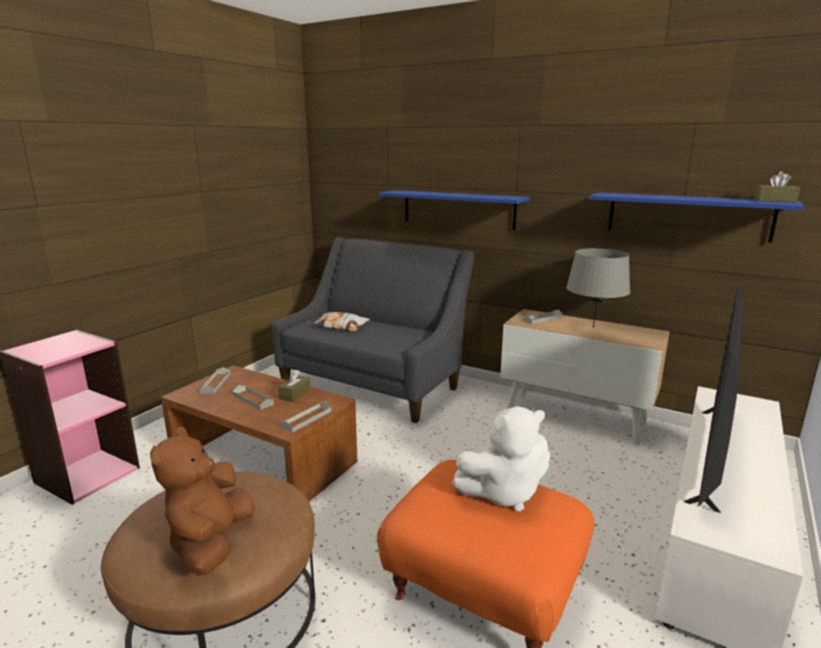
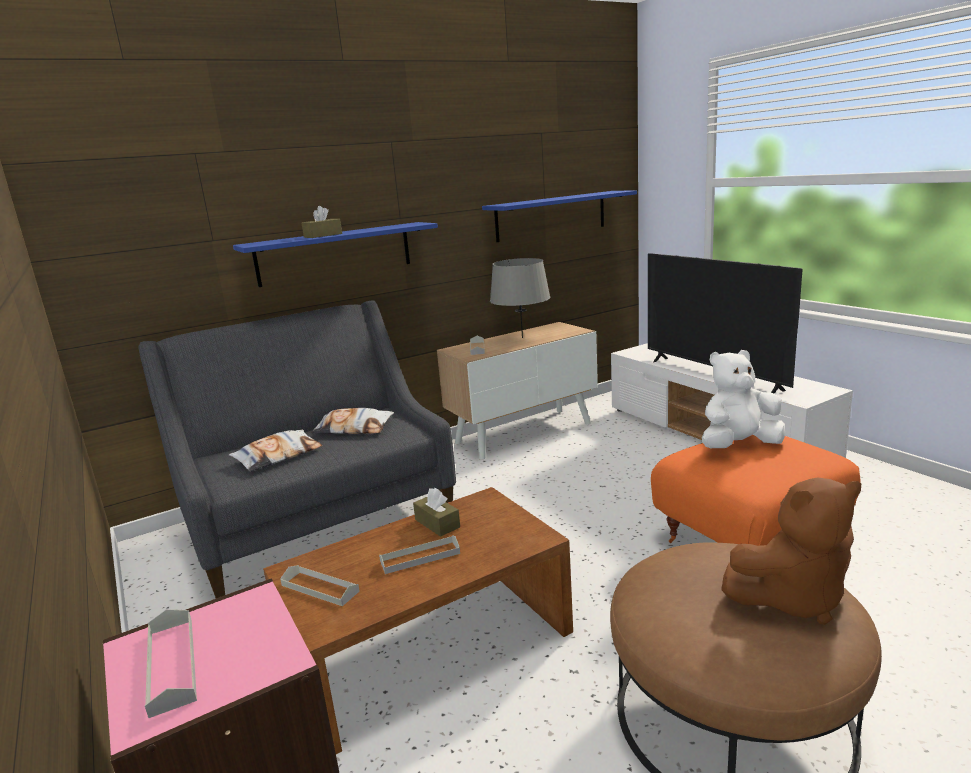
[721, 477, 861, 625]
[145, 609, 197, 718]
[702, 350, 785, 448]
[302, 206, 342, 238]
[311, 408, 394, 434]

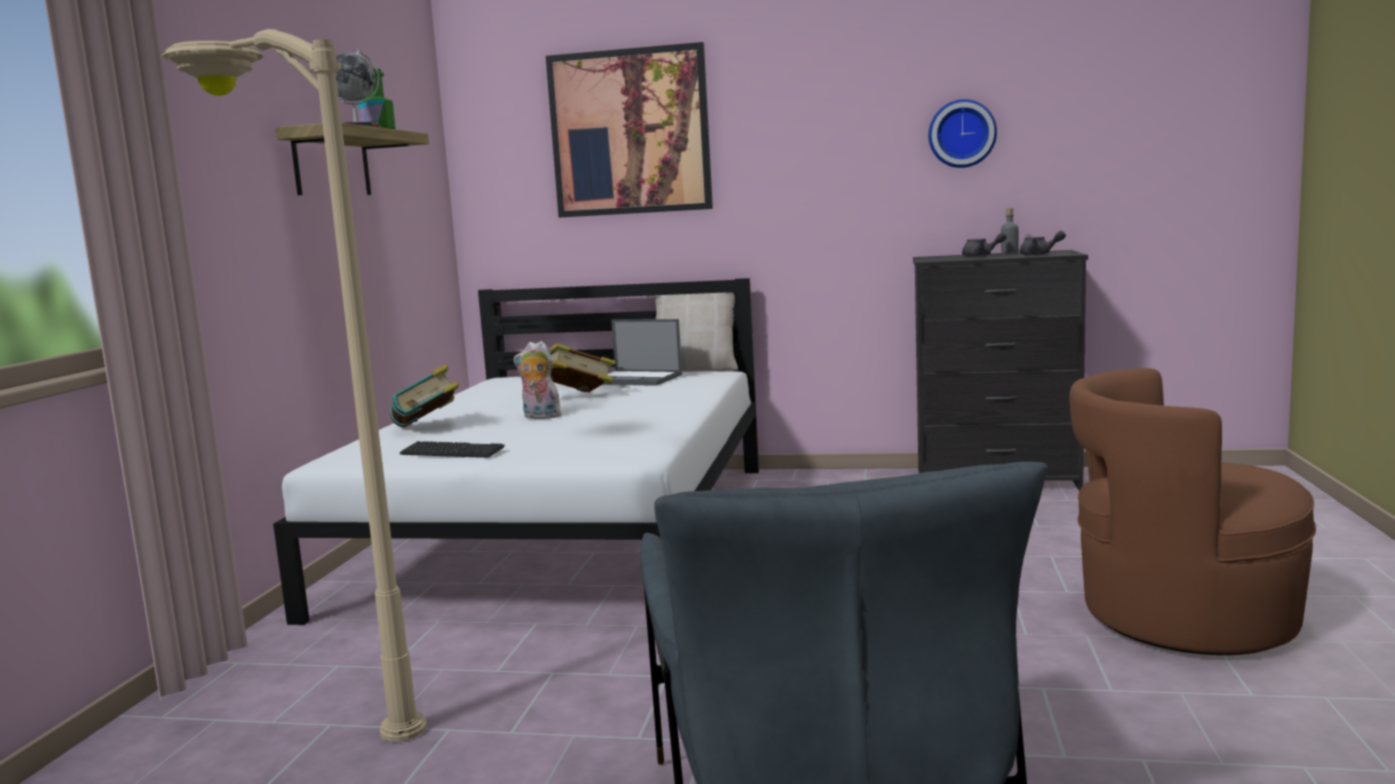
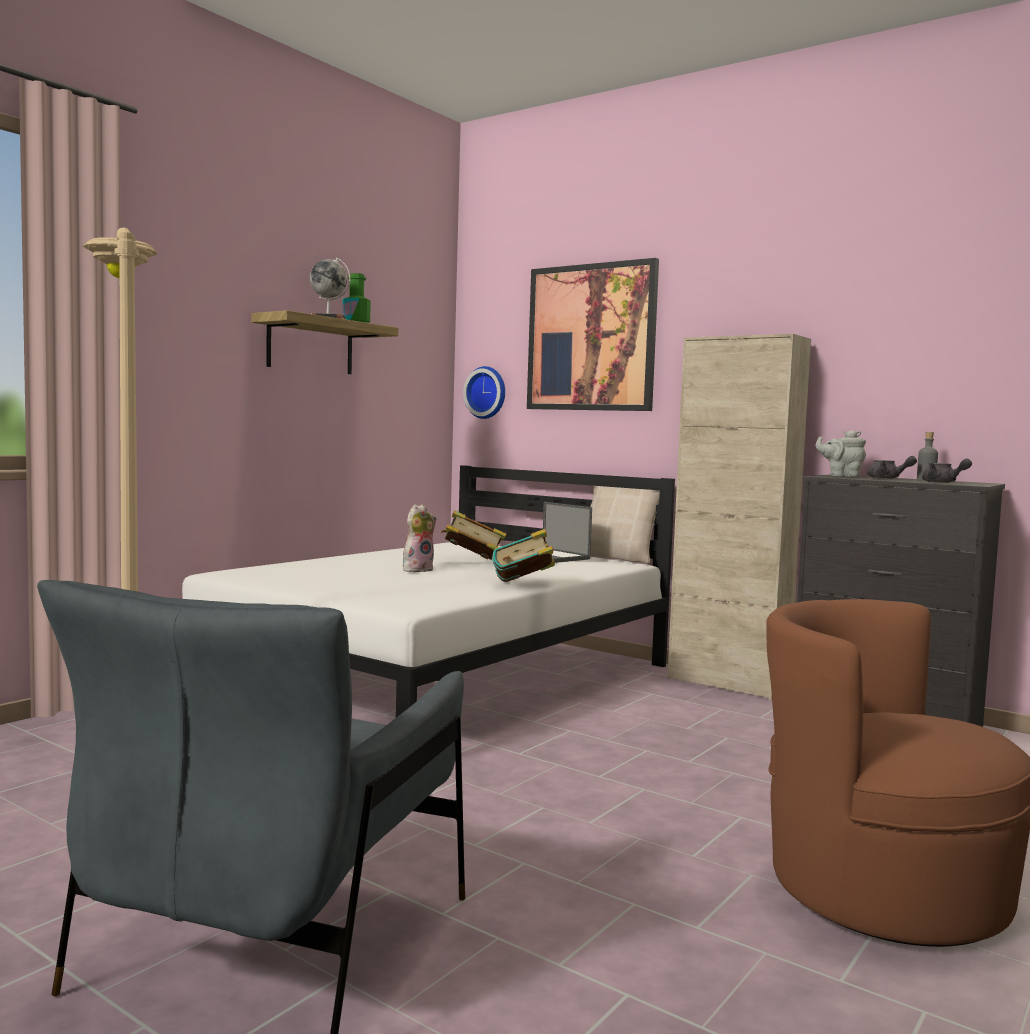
[492, 529, 555, 582]
[400, 441, 505, 458] (first image)
[403, 504, 437, 572]
[463, 366, 505, 419]
[667, 334, 811, 700]
[816, 430, 866, 477]

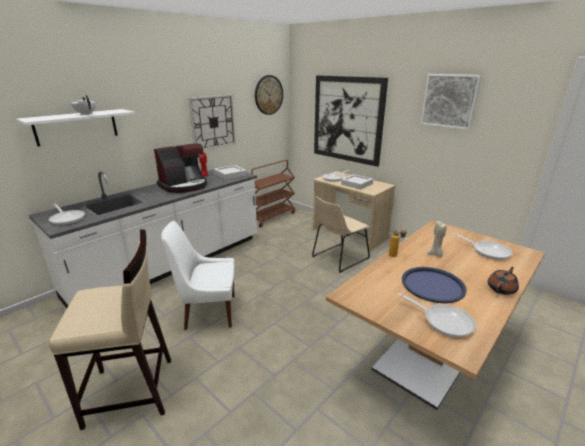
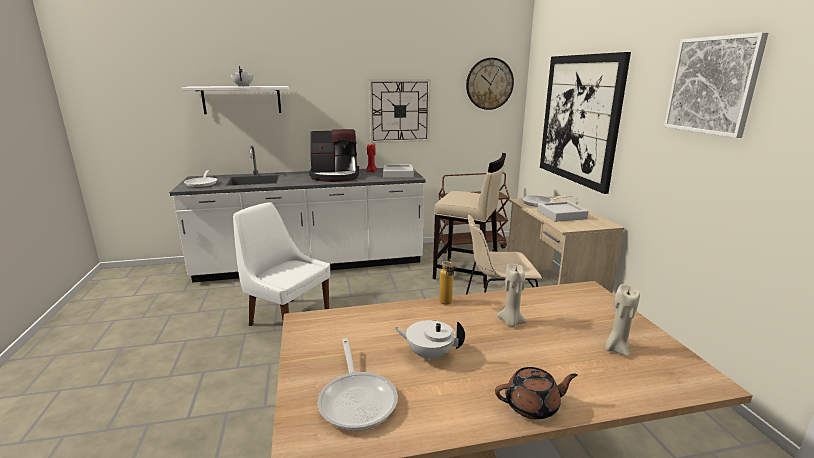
[433, 153, 506, 288]
[394, 320, 465, 362]
[605, 284, 640, 357]

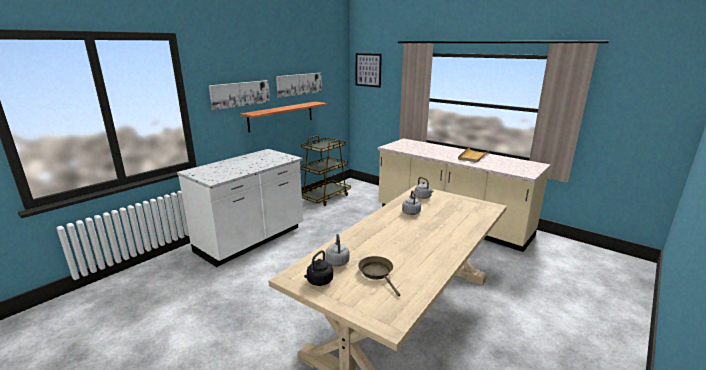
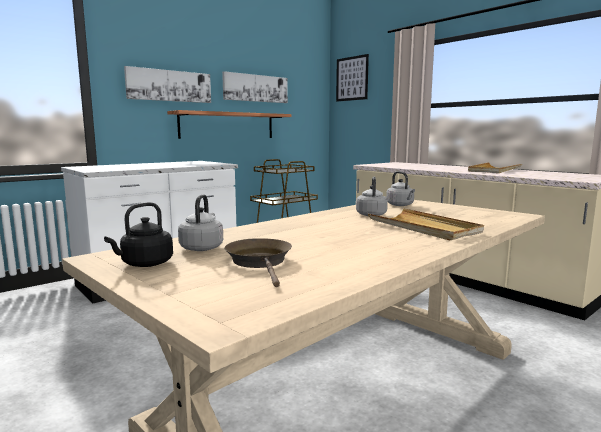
[368, 208, 484, 241]

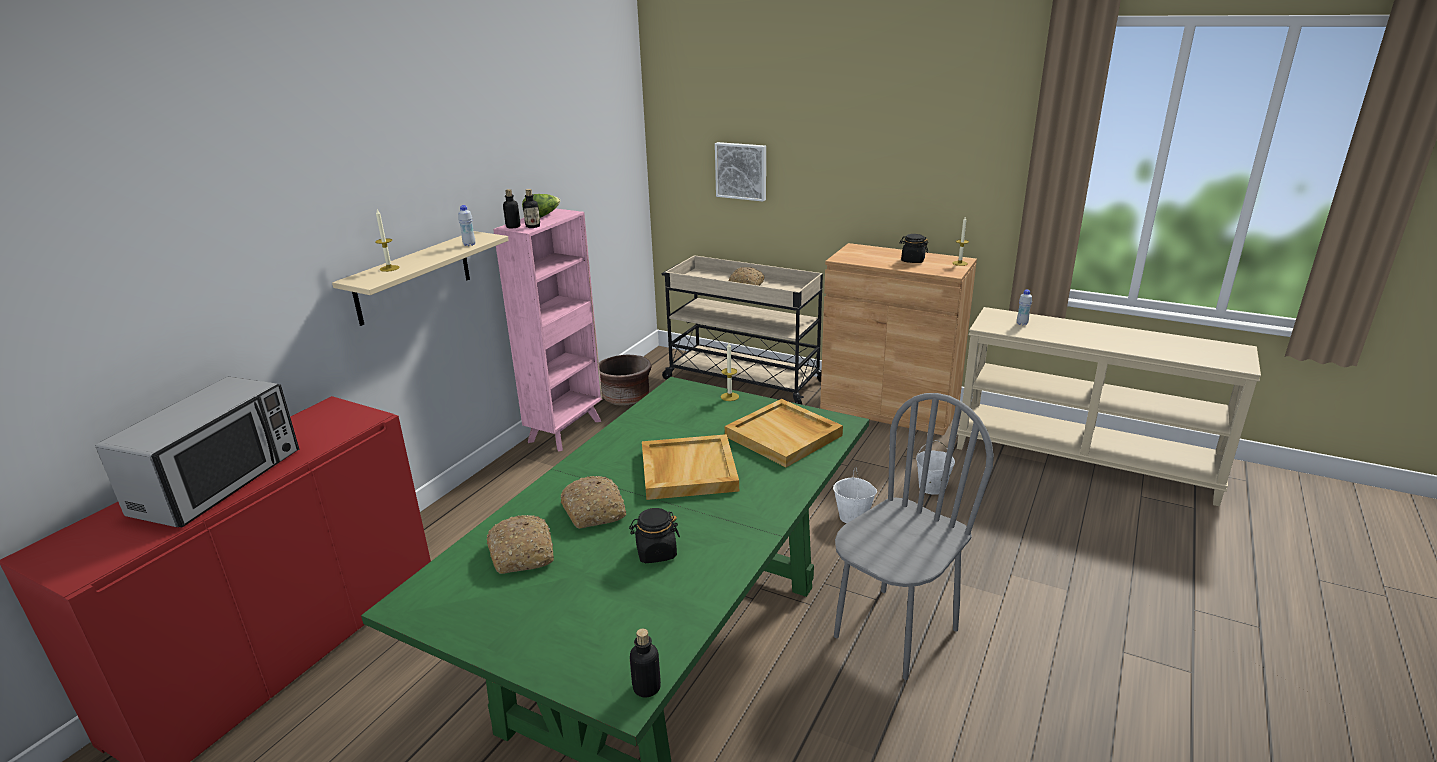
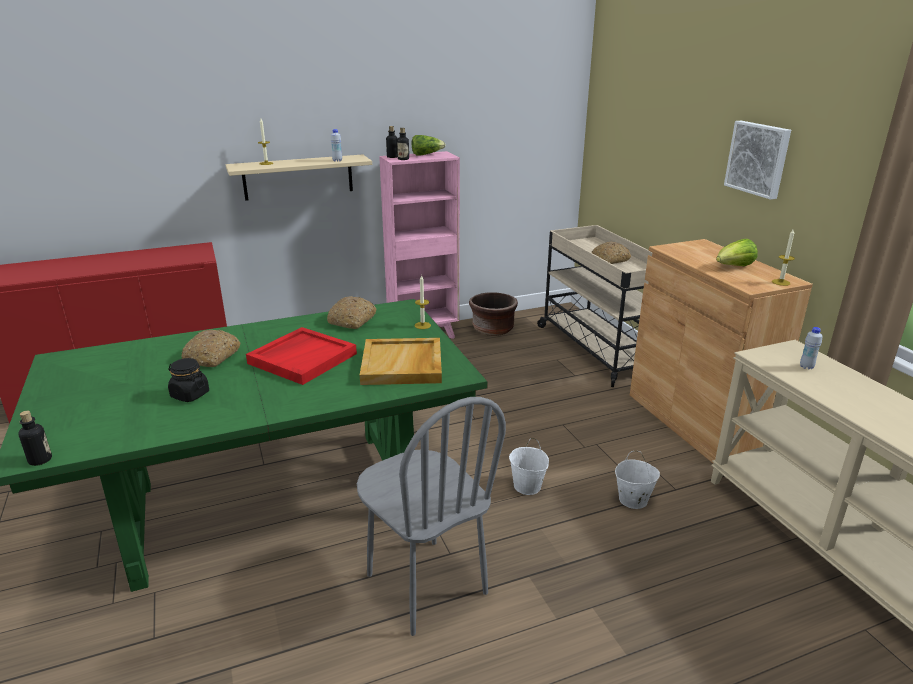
[96, 377, 299, 528] (first image)
[327, 296, 376, 329]
[246, 327, 357, 385]
[724, 121, 791, 200]
[357, 397, 506, 636]
[716, 239, 758, 266]

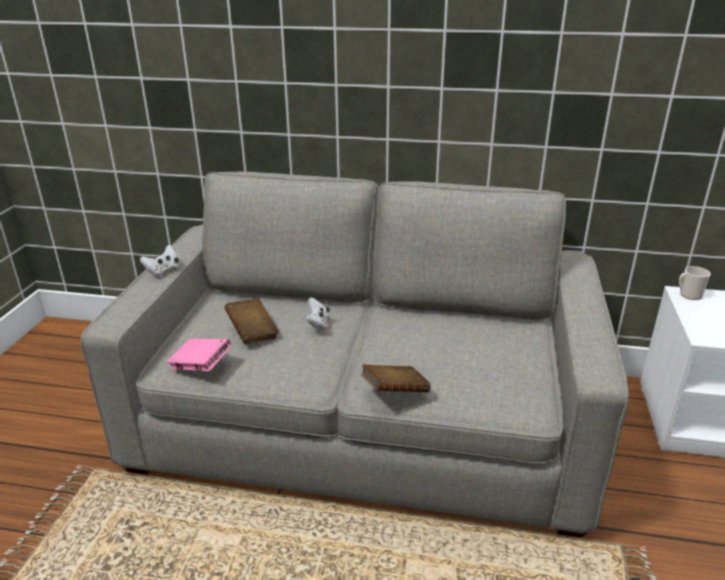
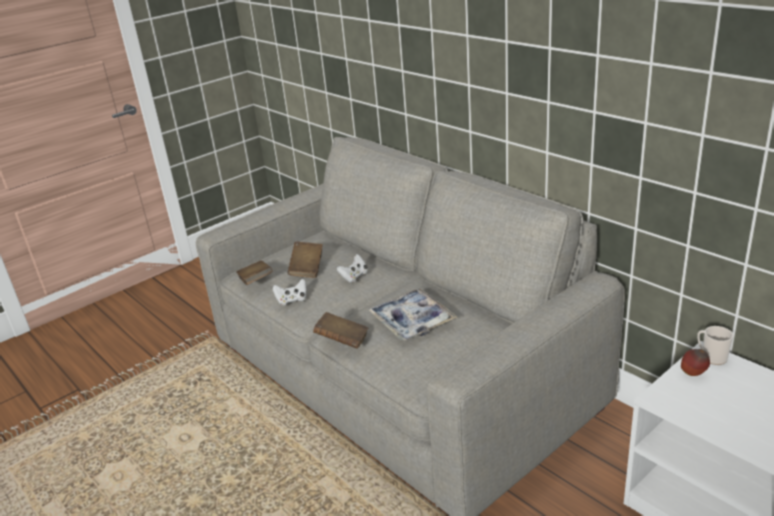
[273, 279, 307, 306]
[236, 261, 273, 285]
[368, 289, 457, 341]
[681, 349, 710, 376]

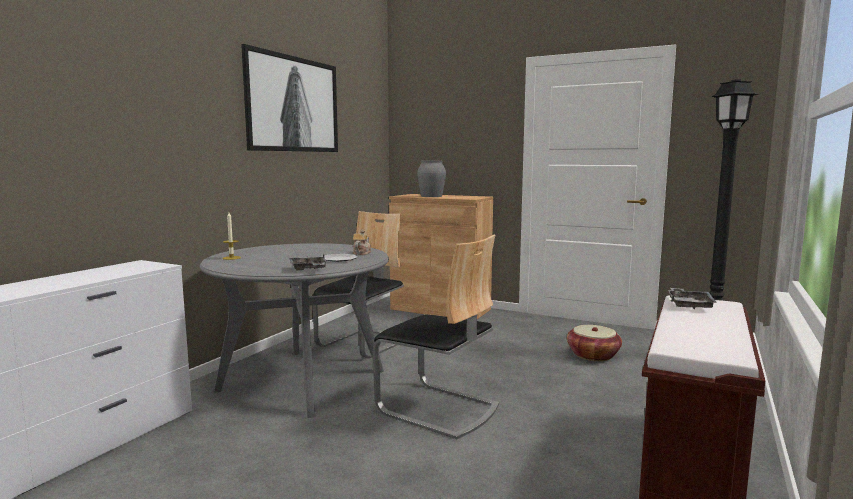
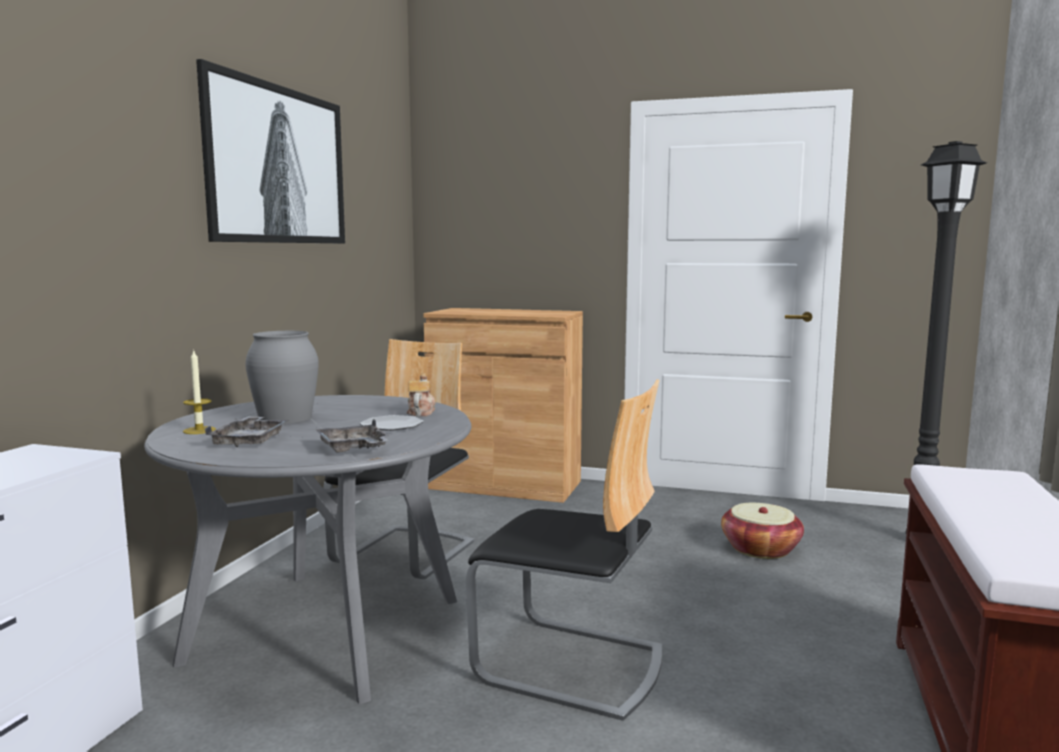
[245, 331, 319, 424]
[205, 416, 288, 447]

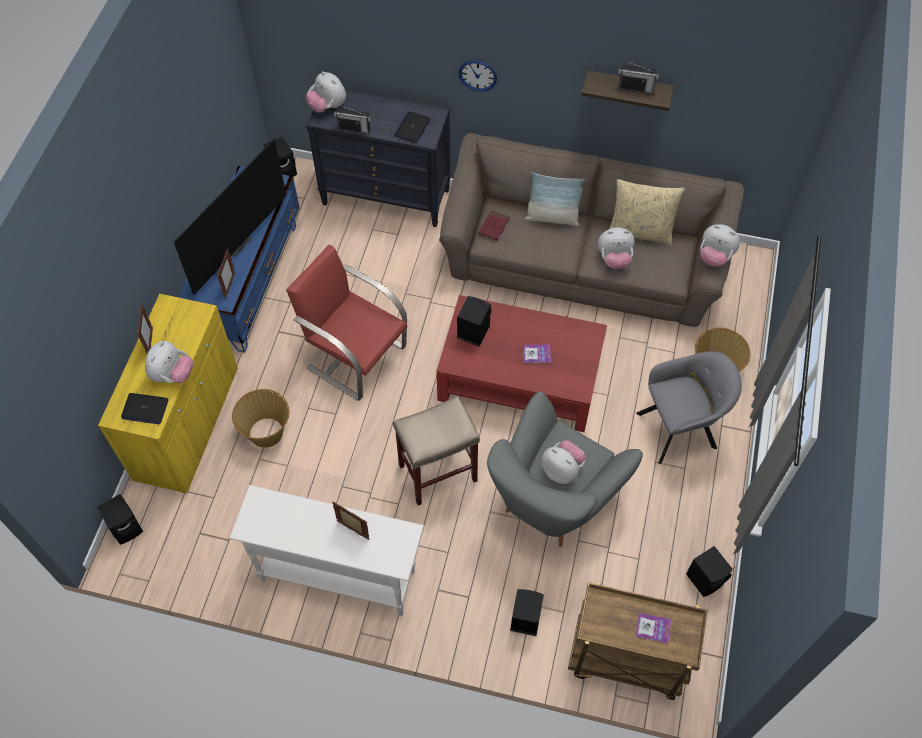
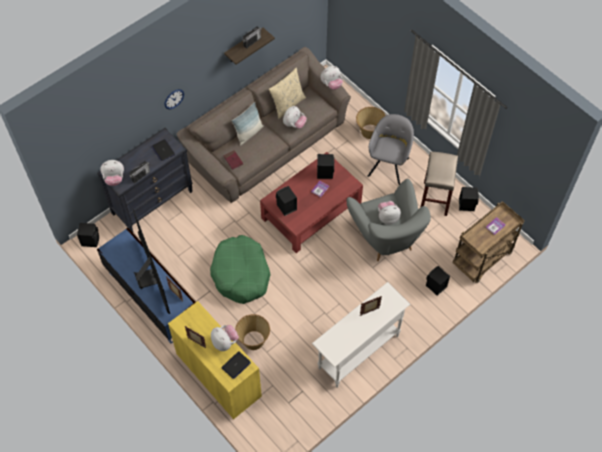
[317, 154, 334, 179]
[210, 235, 271, 304]
[421, 151, 458, 216]

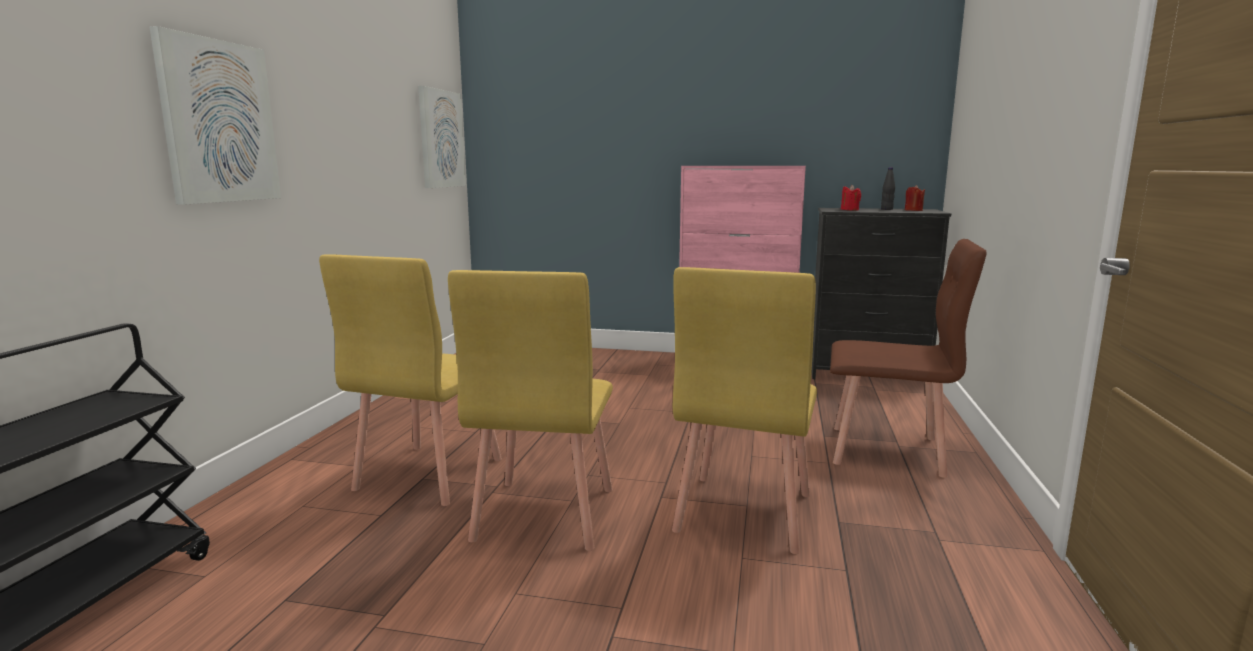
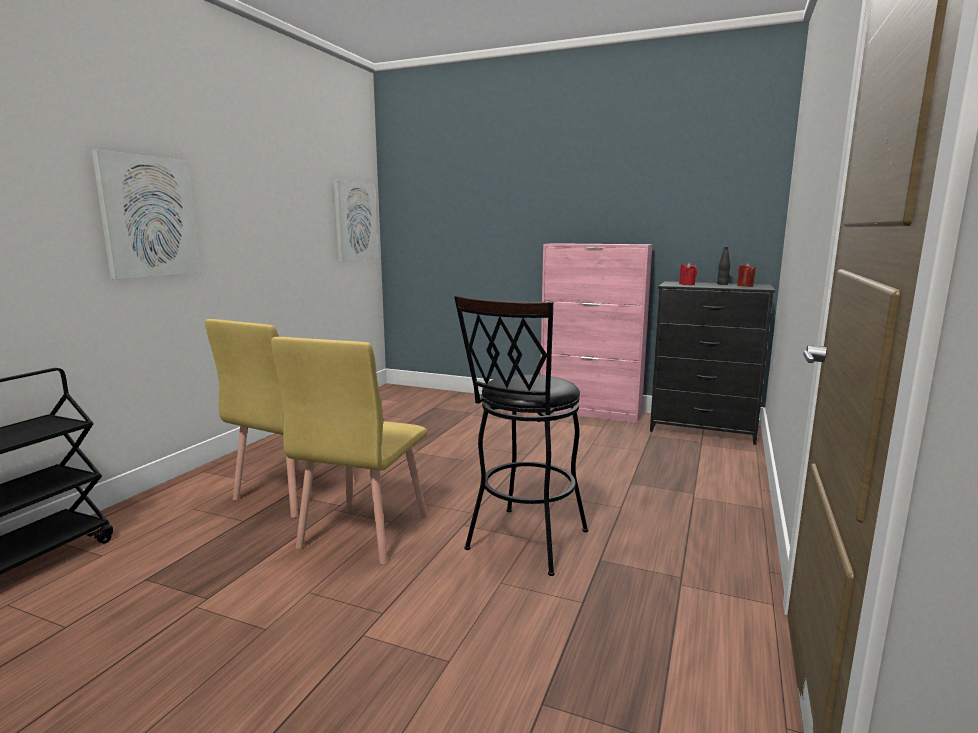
[454, 295, 588, 576]
[830, 239, 987, 478] (first image)

